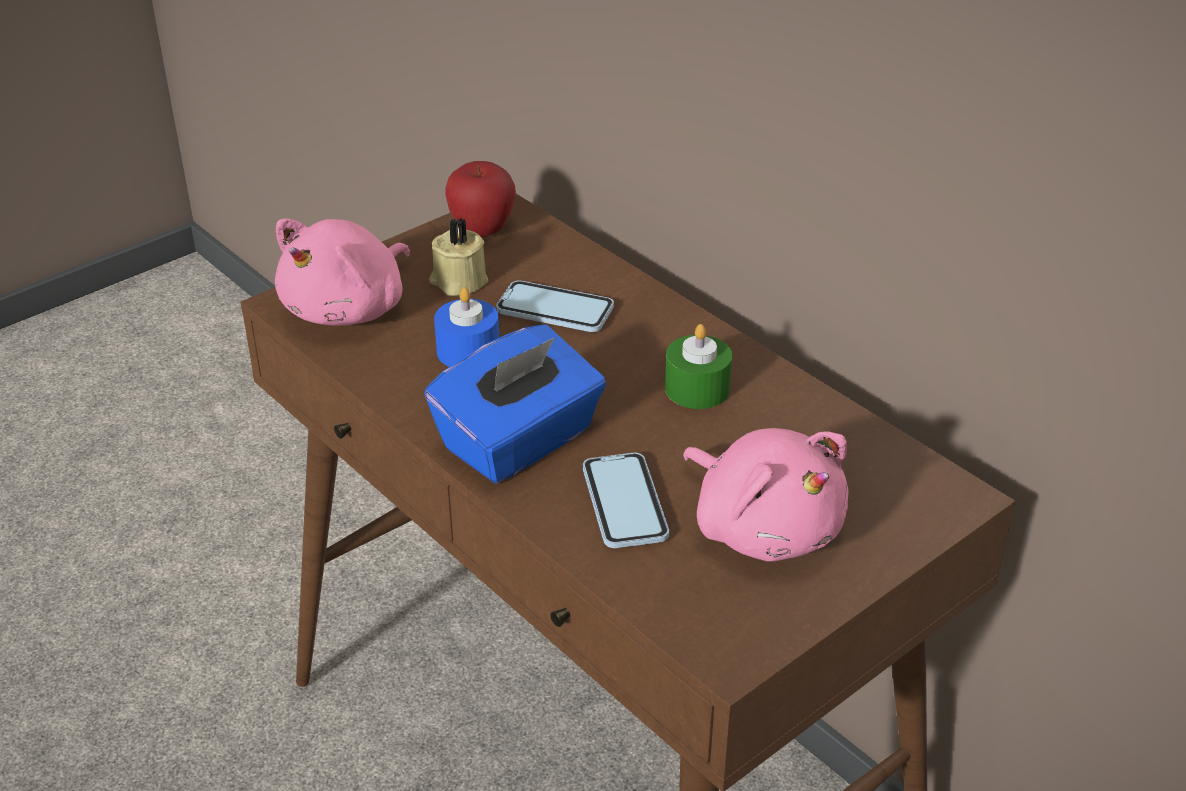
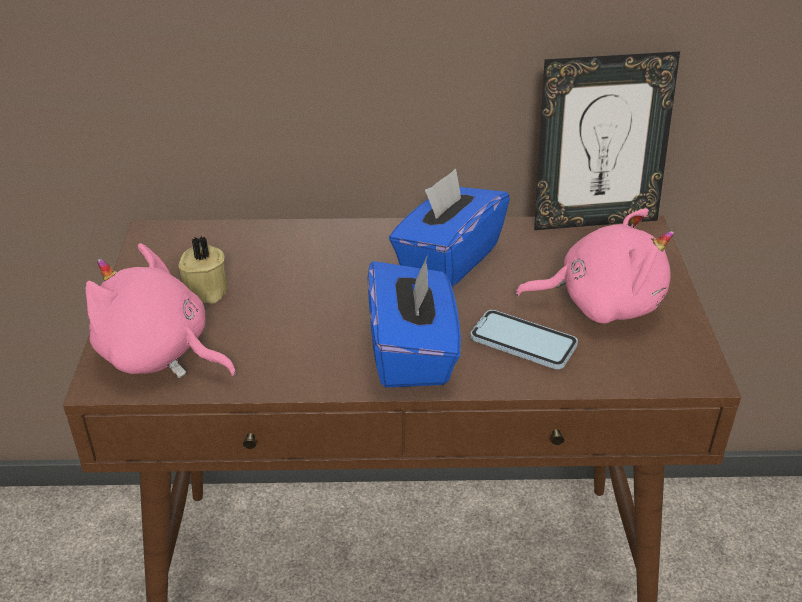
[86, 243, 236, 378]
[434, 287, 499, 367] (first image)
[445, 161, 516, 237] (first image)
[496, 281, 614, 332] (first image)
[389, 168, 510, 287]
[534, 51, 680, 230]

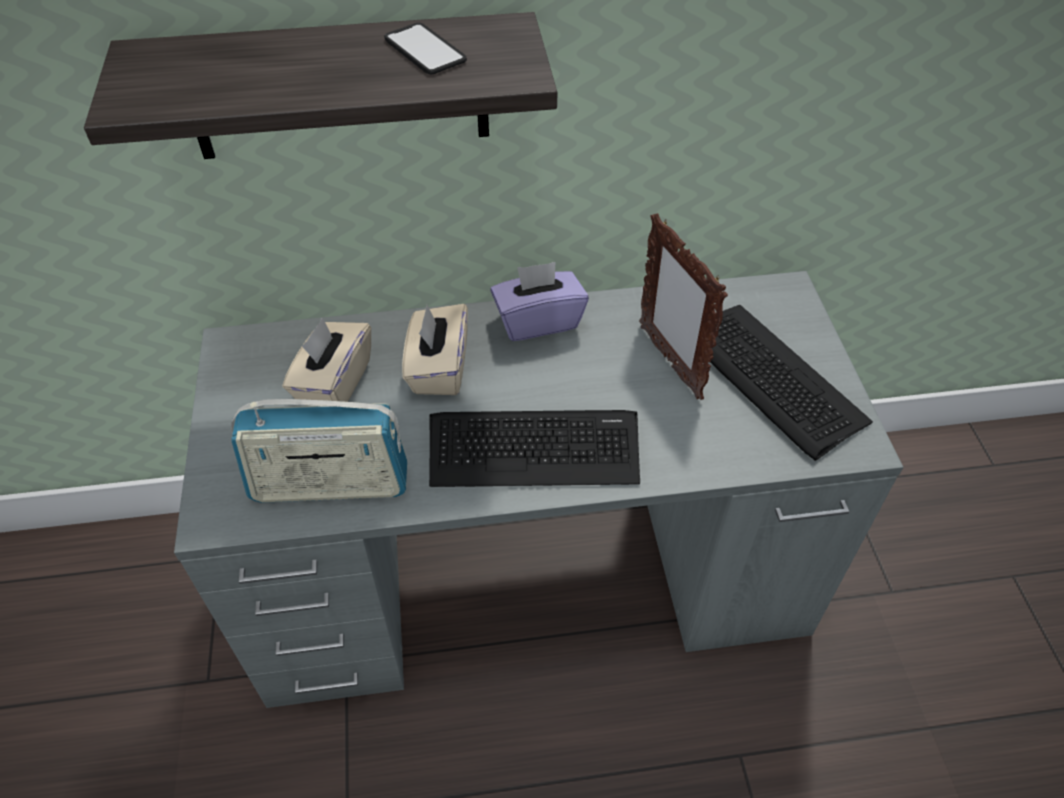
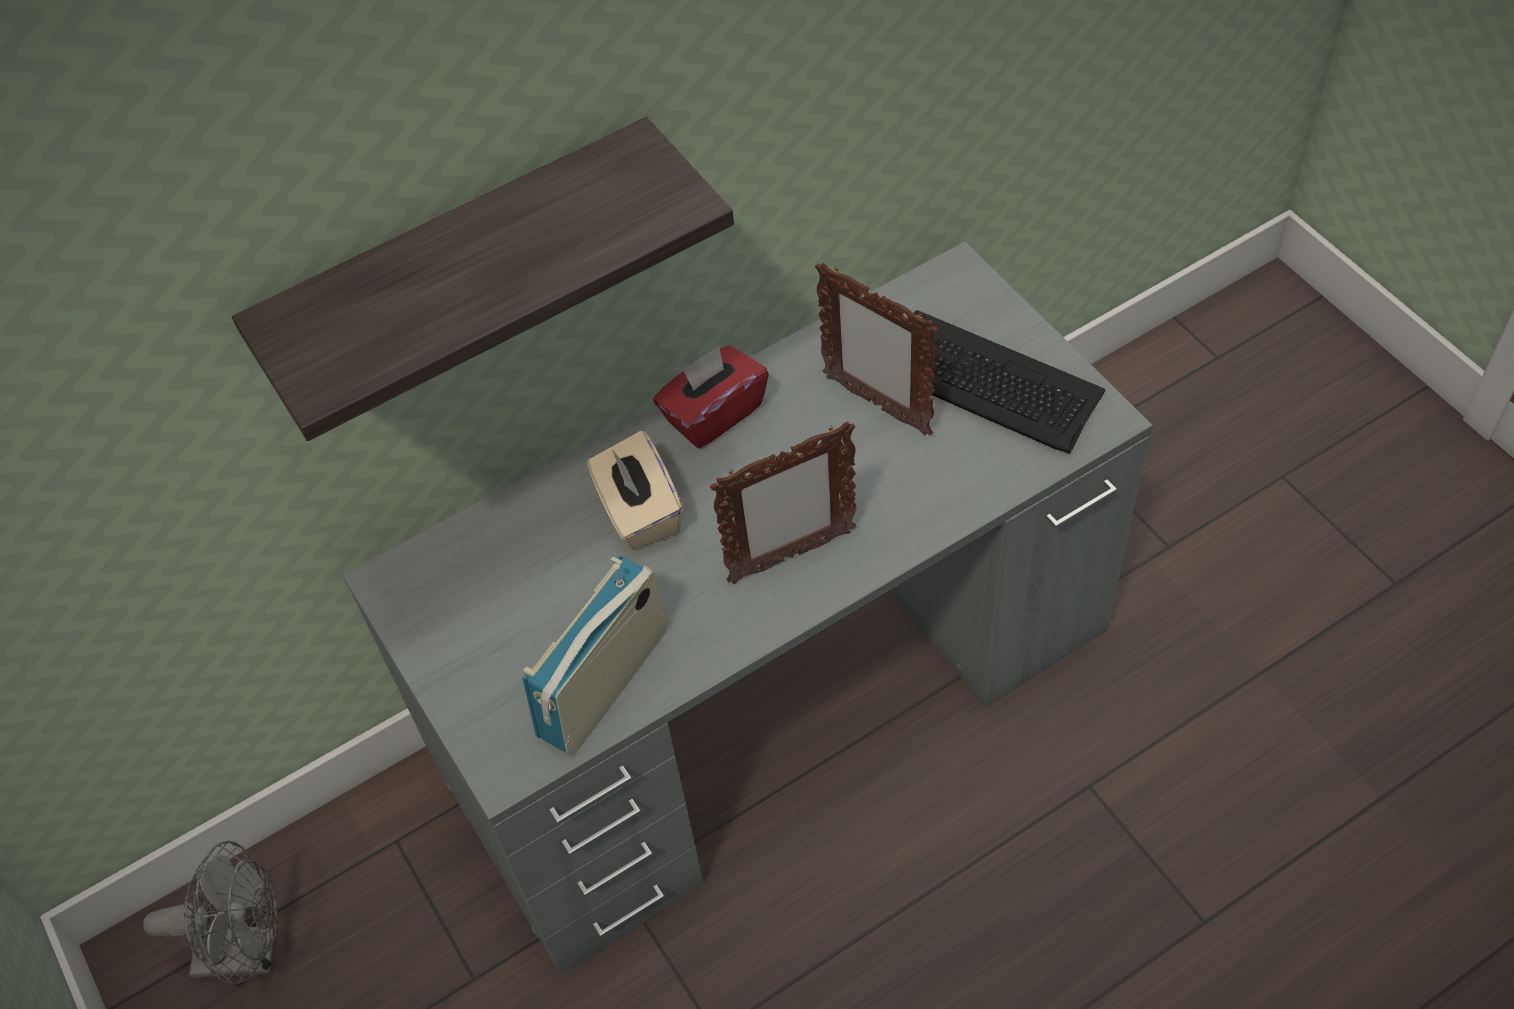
[523, 556, 669, 755]
[282, 318, 371, 406] (first image)
[384, 23, 467, 74] (first image)
[710, 421, 857, 584]
[653, 345, 769, 449]
[143, 841, 277, 987]

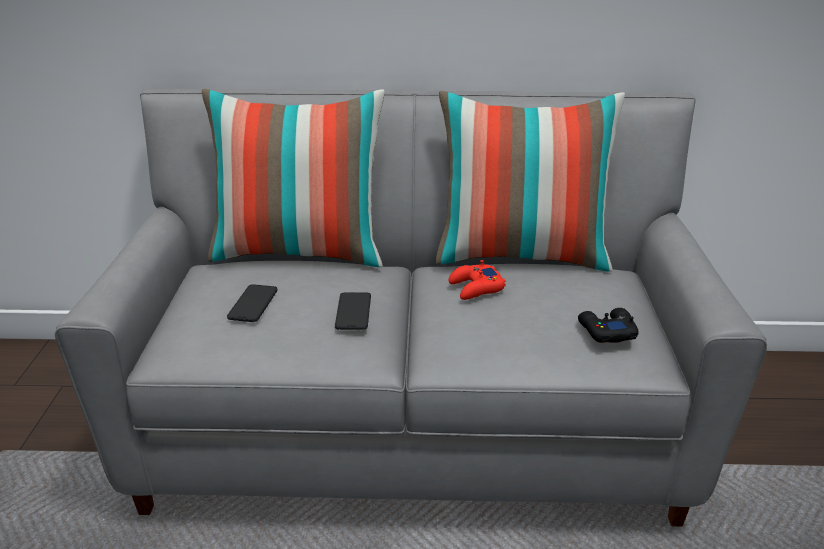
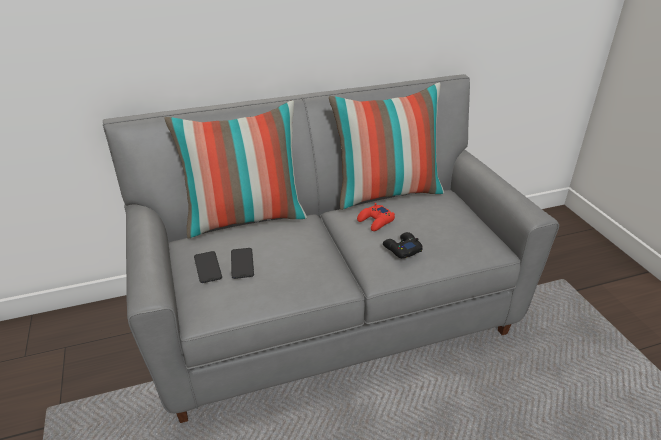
[194, 251, 222, 283]
[383, 232, 423, 258]

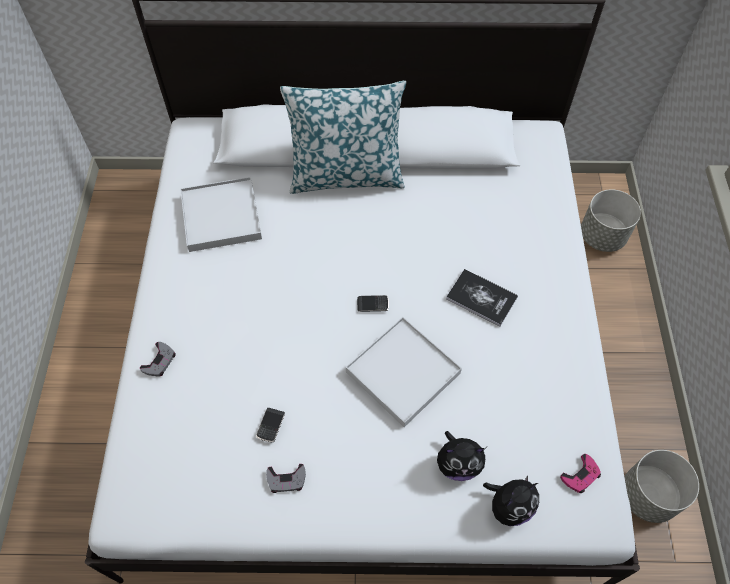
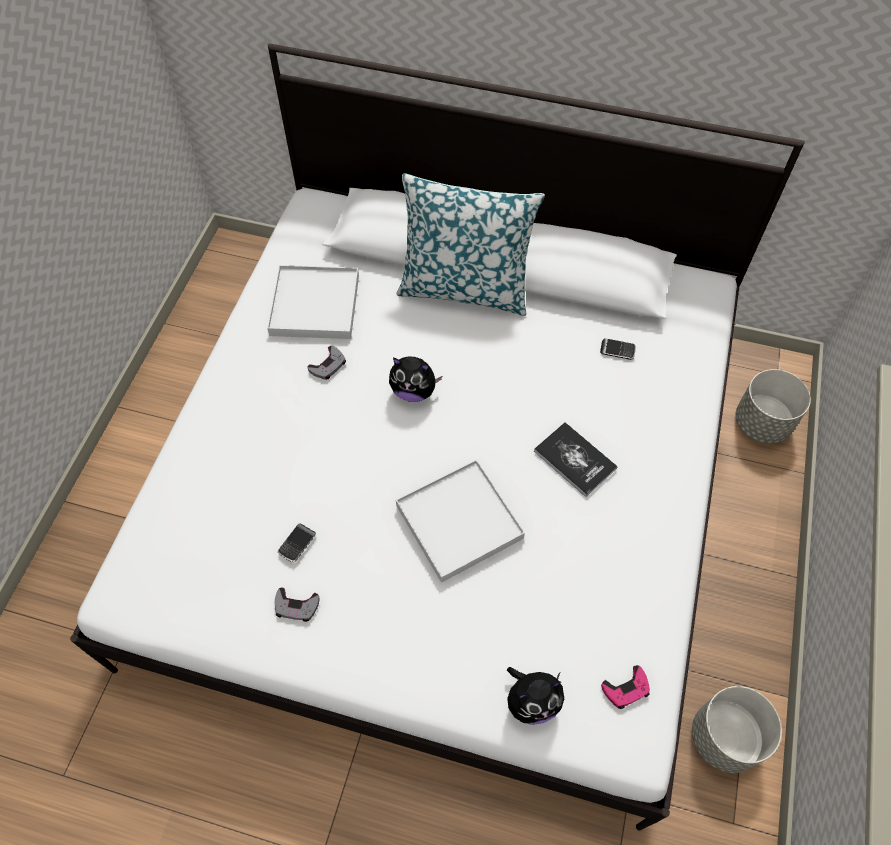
[307, 346, 346, 380]
[600, 338, 636, 360]
[389, 356, 442, 402]

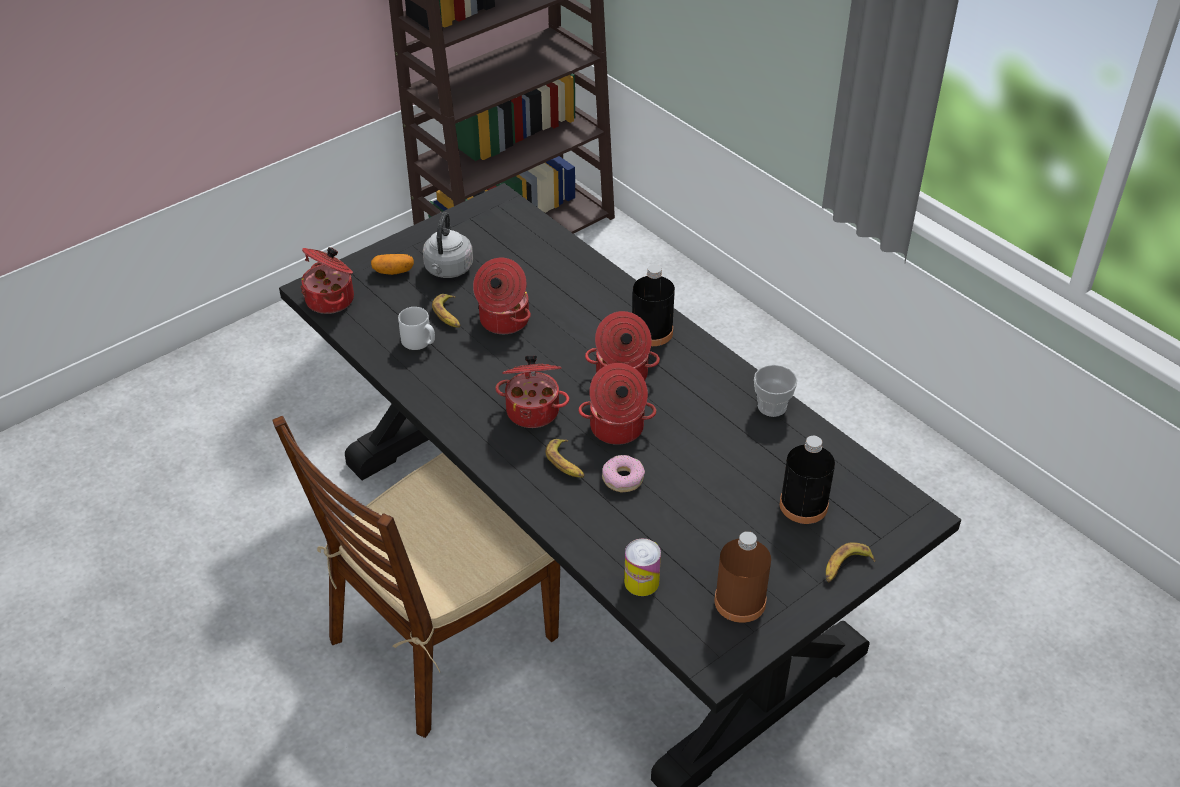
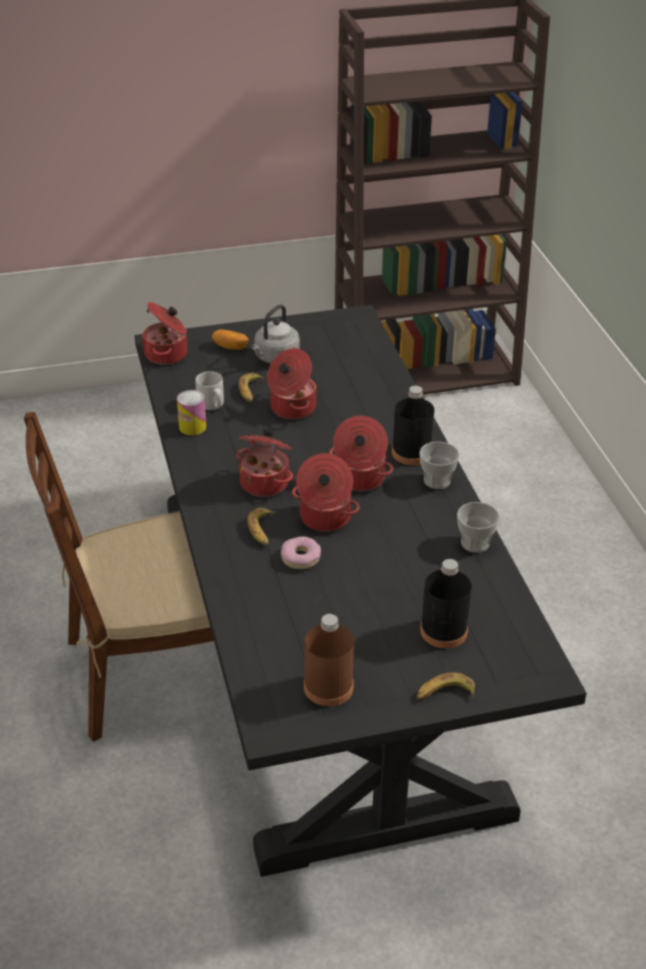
[177, 390, 206, 435]
[419, 441, 460, 489]

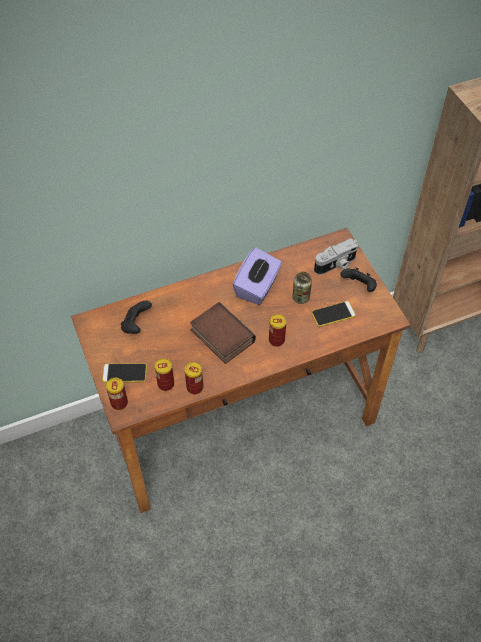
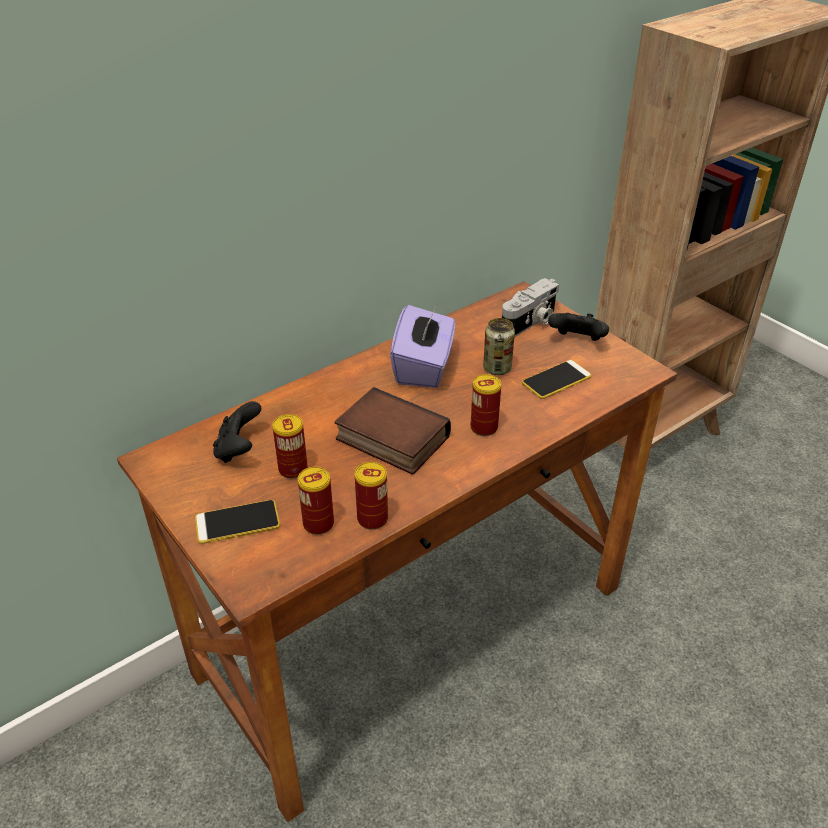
[272, 414, 308, 479]

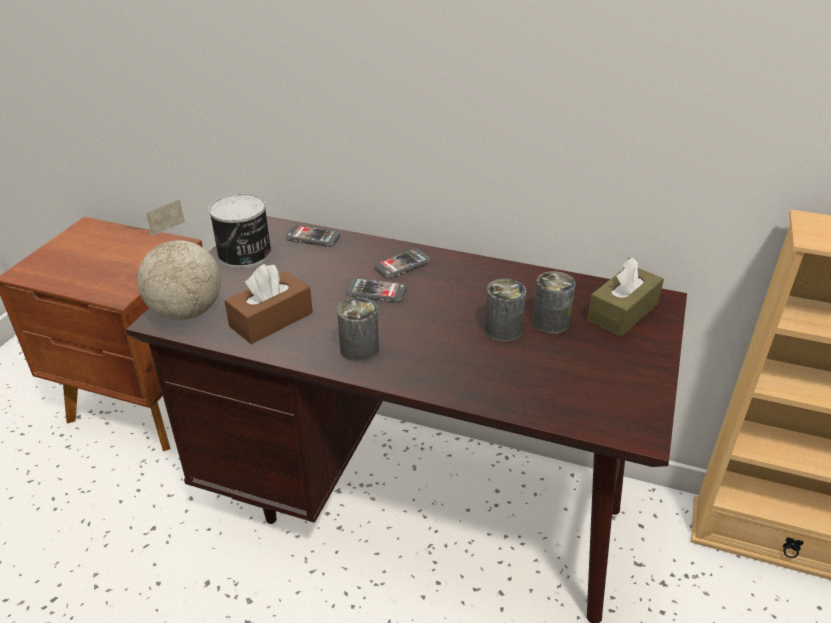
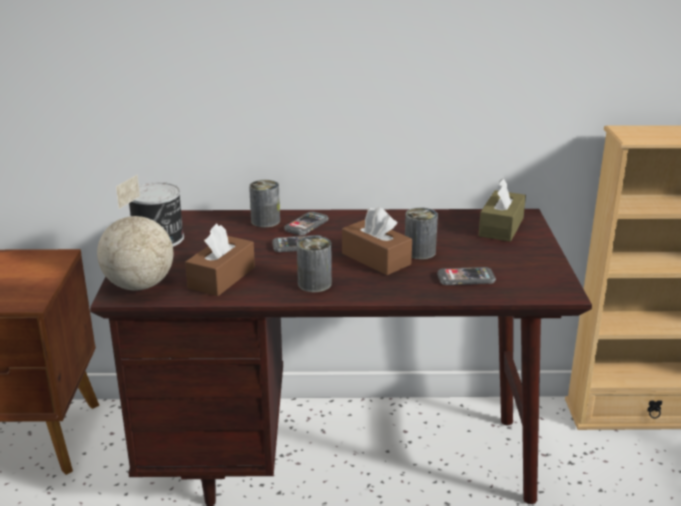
[437, 267, 496, 285]
[249, 180, 280, 227]
[342, 207, 412, 275]

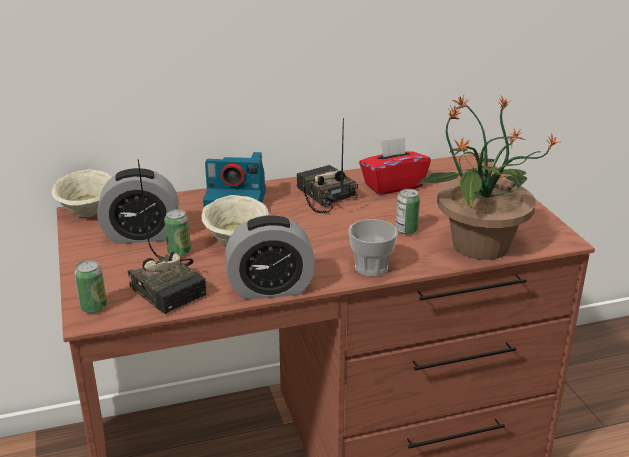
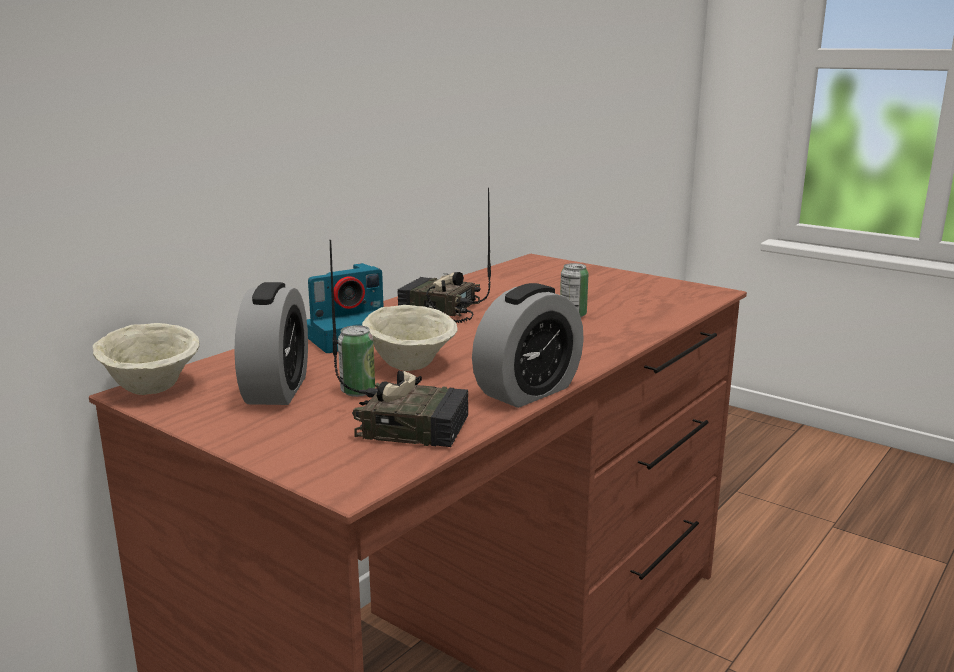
[75, 260, 107, 313] (first image)
[234, 282, 308, 405]
[348, 219, 398, 276] (first image)
[359, 137, 431, 195] (first image)
[415, 95, 559, 260] (first image)

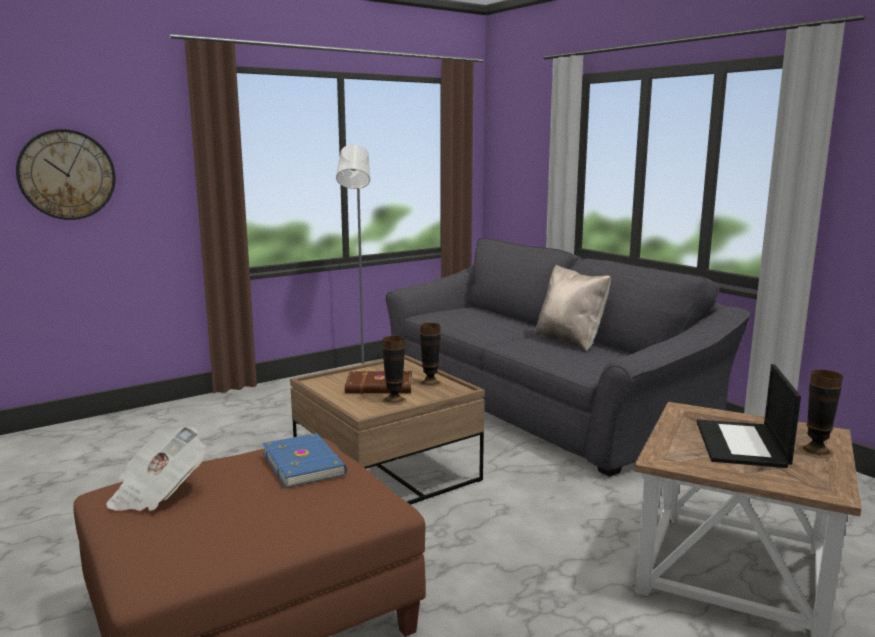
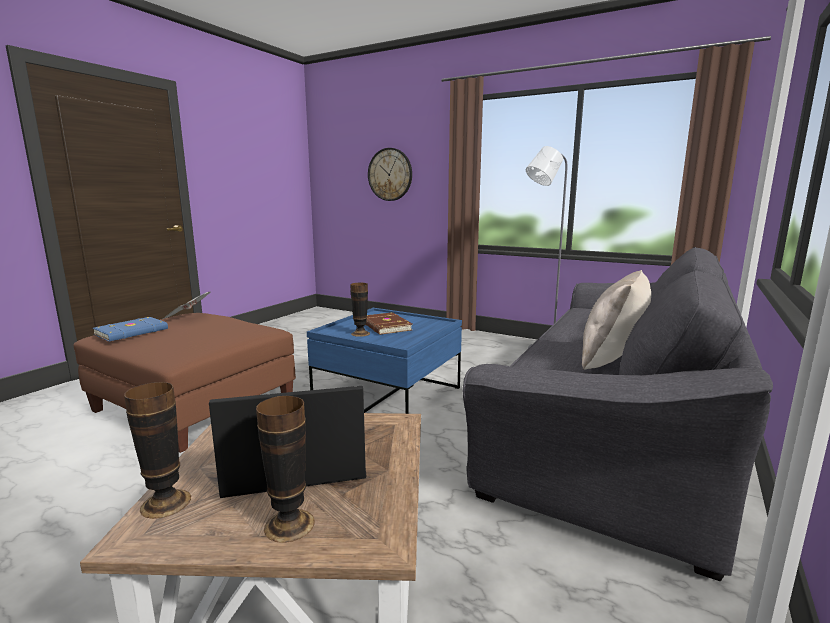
[93, 317, 168, 342]
[307, 308, 462, 414]
[124, 382, 191, 519]

